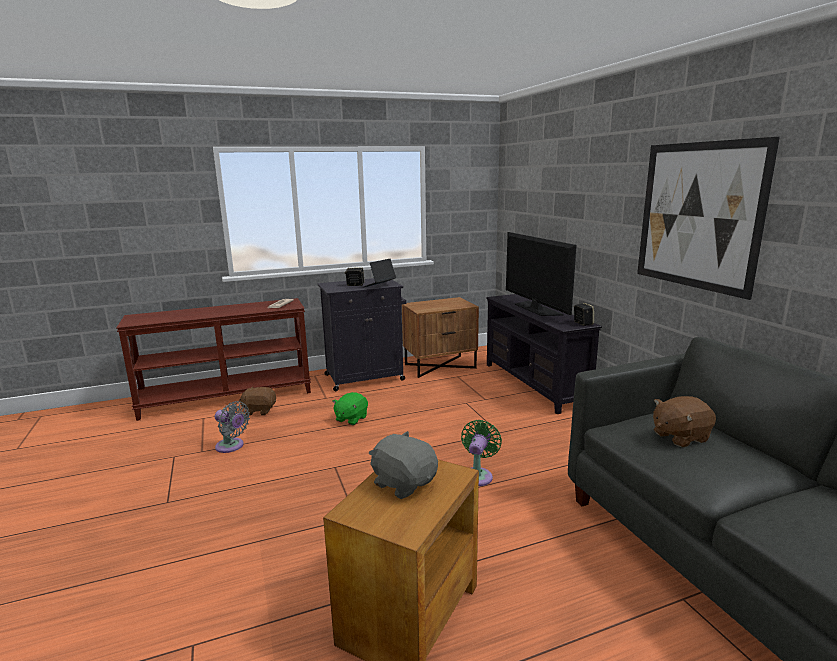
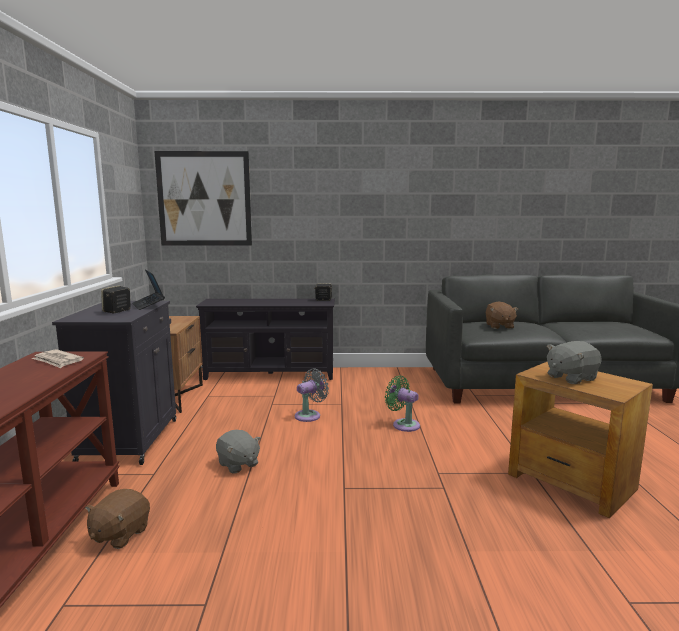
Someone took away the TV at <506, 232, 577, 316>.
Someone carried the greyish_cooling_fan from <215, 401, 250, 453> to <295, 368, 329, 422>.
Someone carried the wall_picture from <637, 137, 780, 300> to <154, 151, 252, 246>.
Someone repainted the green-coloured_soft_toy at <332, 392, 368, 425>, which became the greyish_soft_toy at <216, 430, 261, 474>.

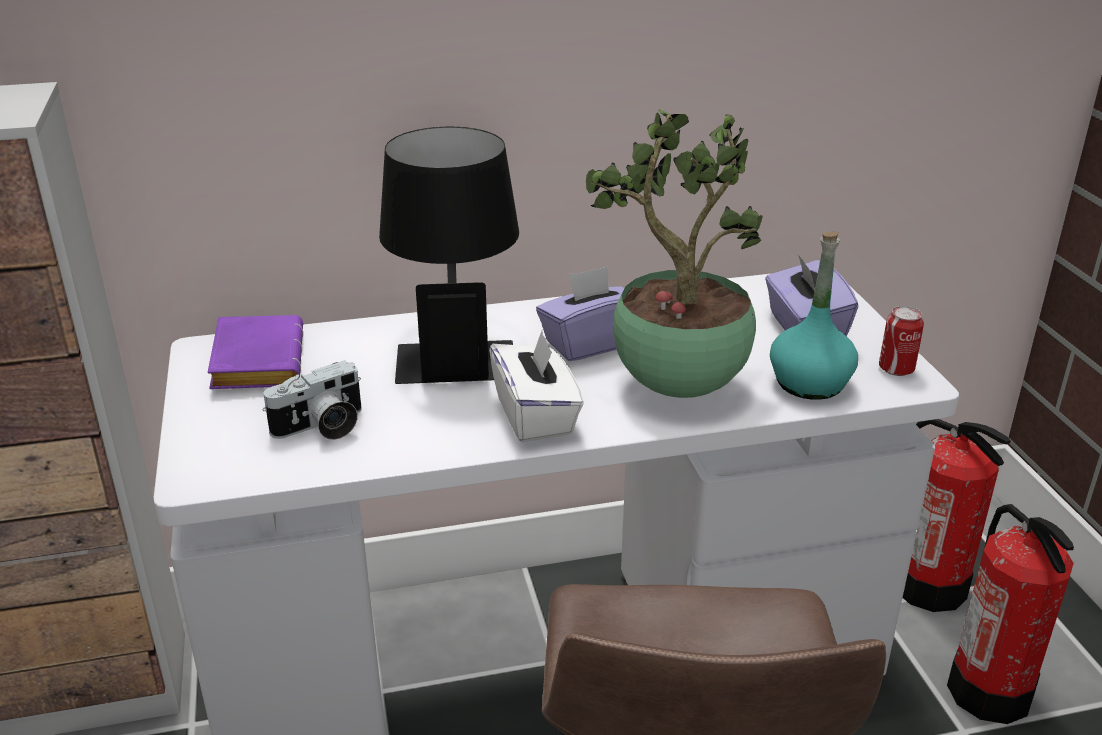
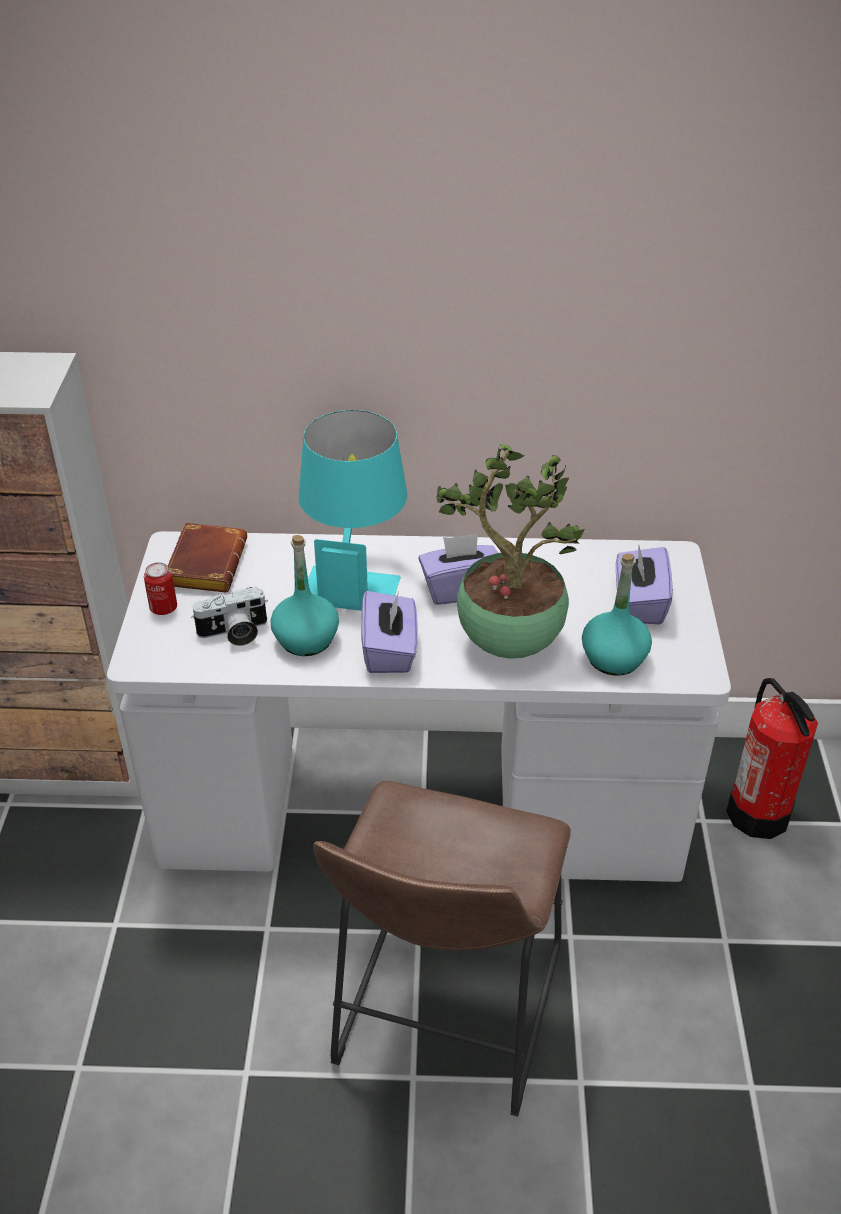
Someone took away the fire_extinguisher at <947, 504, 1074, 724>.
Someone put down the blue-green_bottle at <270, 535, 339, 656>.
Someone carried the metal_can from <879, 306, 924, 376> to <144, 562, 177, 615>.
Someone repainted the purple-coloured_volume at <208, 315, 303, 389>, which became the brown-coloured_volume at <168, 523, 247, 592>.
Someone repainted the blackish_lamp_for_a_table at <379, 127, 519, 384>, which became the blue-green_lamp_for_a_table at <298, 410, 407, 611>.
Someone repainted the whitish_tissue_box at <489, 331, 584, 442>, which became the purple-coloured_tissue_box at <361, 591, 418, 673>.

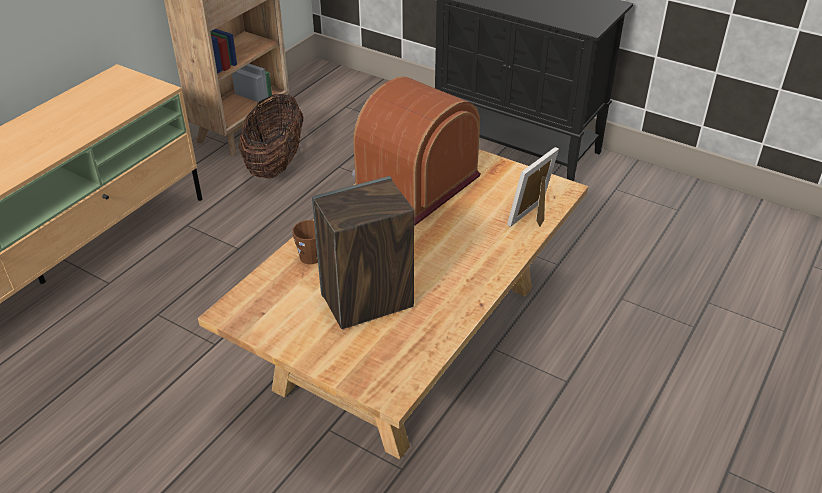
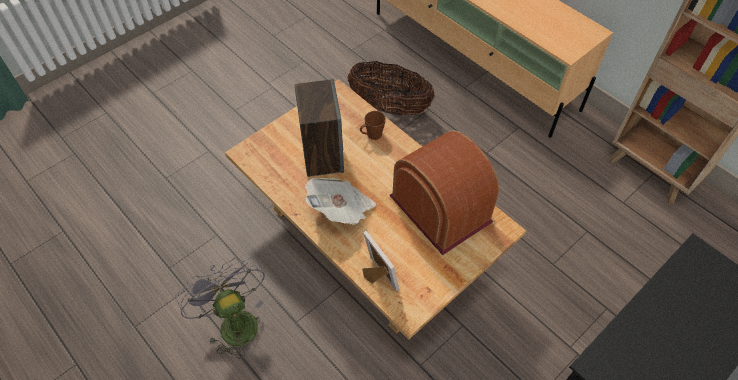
Someone put down the greyish_cooling_fan at <175, 257, 265, 359>.
Someone put down the daily_paper at <305, 177, 376, 225>.
Someone carried the household_basket from <238, 93, 303, 179> to <347, 61, 435, 115>.

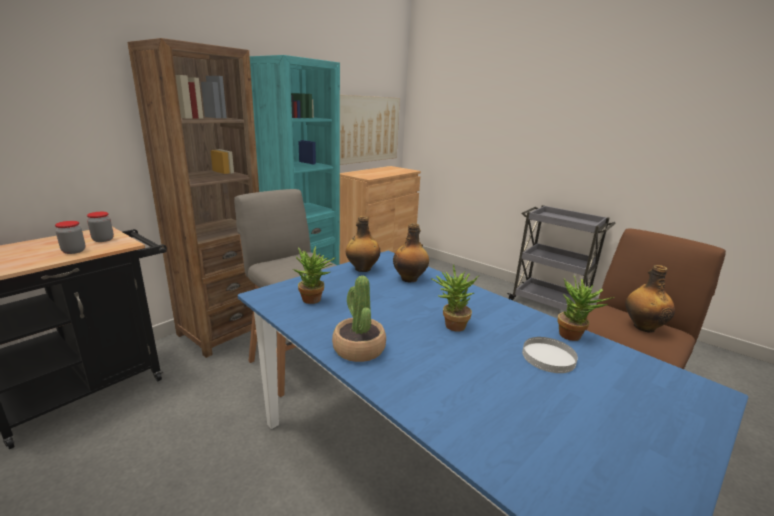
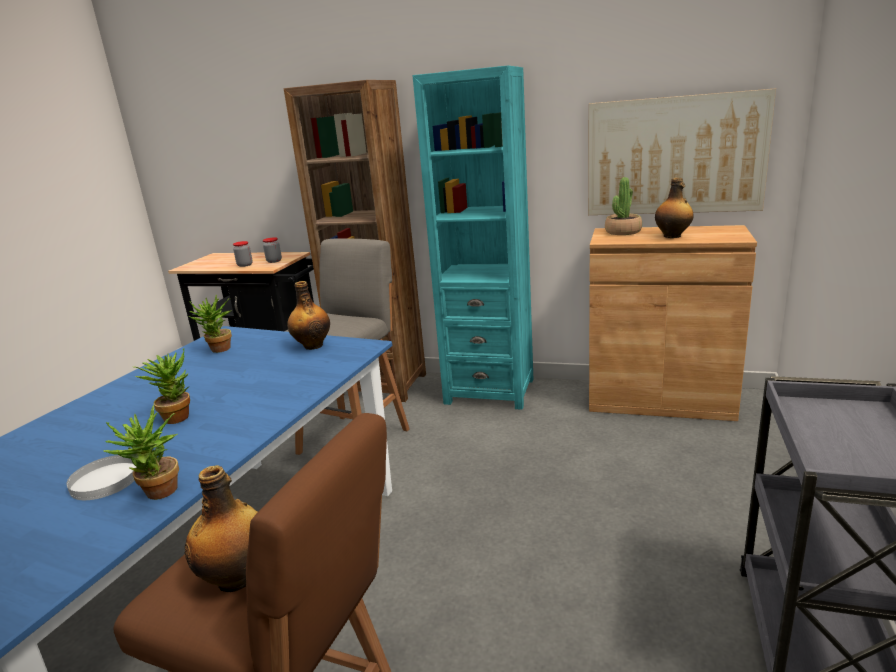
Someone carried the plant_in_a_pot from <332, 276, 386, 362> to <605, 177, 642, 235>.
Someone carried the bottle from <393, 223, 429, 283> to <655, 178, 694, 238>.

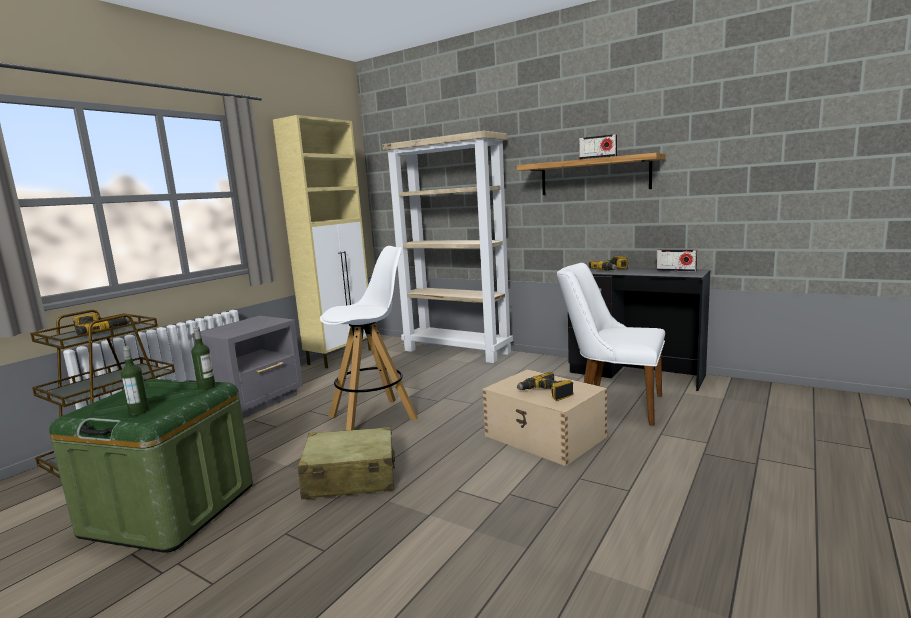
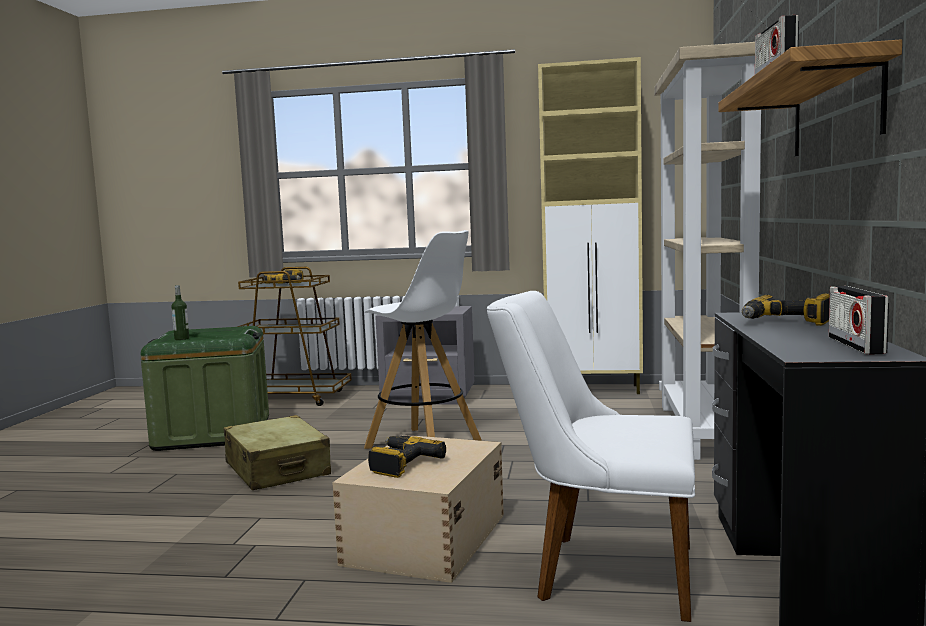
Someone took away the bottle at <191, 327, 215, 390>.
Someone rotated the whitish_plain_chair at <557, 263, 665, 426> by 75 degrees counterclockwise.

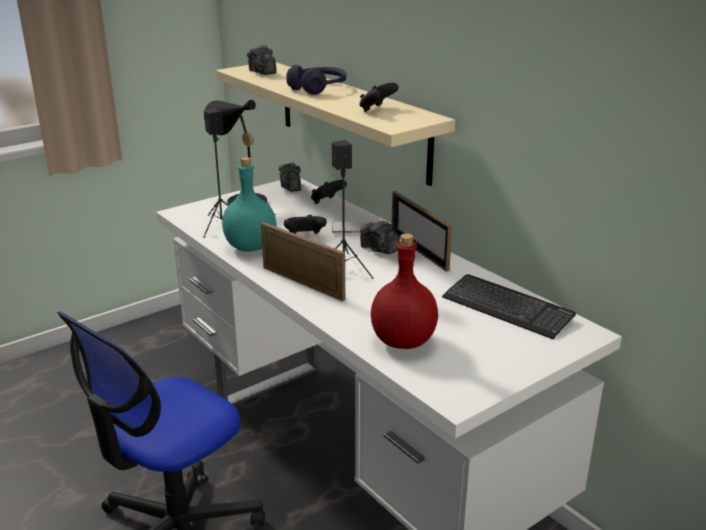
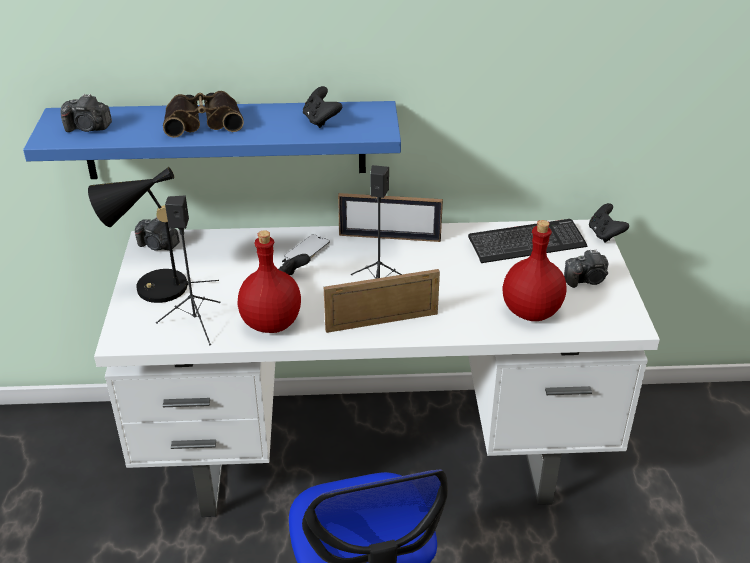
Someone carried the blackish_game_controller from <311, 180, 347, 204> to <589, 203, 629, 243>.
Someone carried the photo_camera from <360, 220, 400, 254> to <564, 249, 609, 288>.
Someone swapped the purple-coloured_pair_of_headphones at <286, 65, 346, 95> for the pair_of_binoculars at <163, 91, 244, 138>.
Someone repainted the beige-coloured_bracket_shelf at <216, 62, 455, 186>, which became the blue_bracket_shelf at <23, 101, 401, 179>.
Someone repainted the blue-green_bottle at <222, 157, 276, 252>, which became the reddish_bottle at <238, 230, 301, 333>.

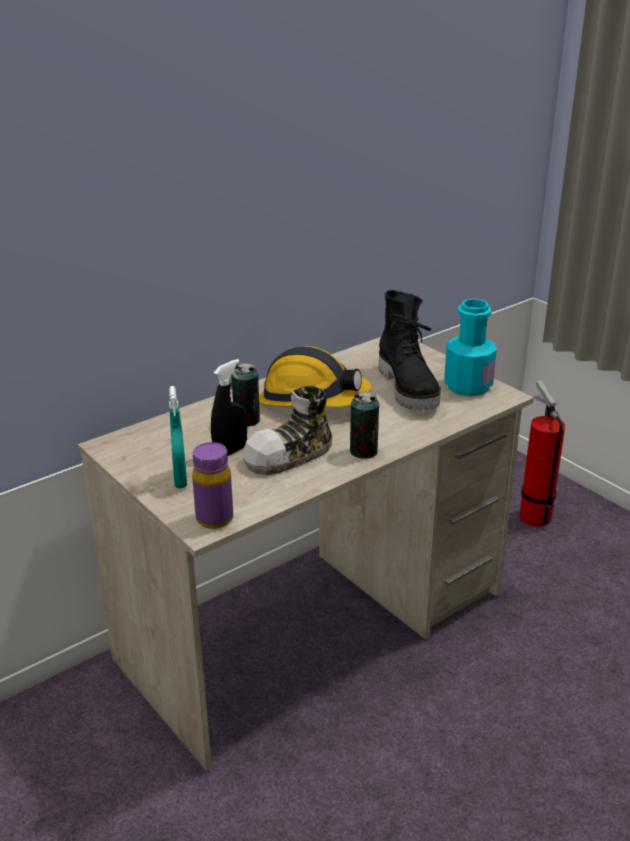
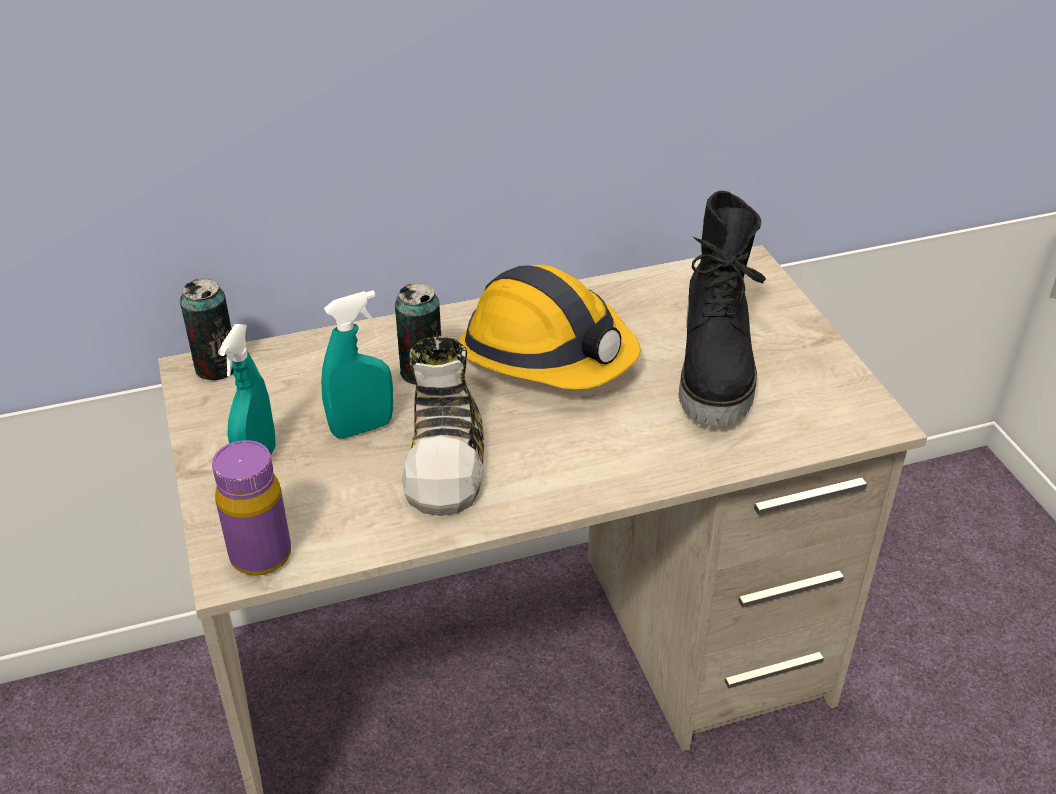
Someone took away the blue-green_bottle at <444, 299, 497, 396>.
Someone took away the fire_extinguisher at <519, 381, 565, 526>.
Someone carried the metal_can from <350, 391, 379, 459> to <180, 278, 233, 380>.
Someone repainted the blackish_spray_bottle at <211, 359, 247, 456>, which became the blue-green_spray_bottle at <321, 290, 393, 439>.
Someone rotated the shoe at <242, 386, 333, 475> by 75 degrees counterclockwise.

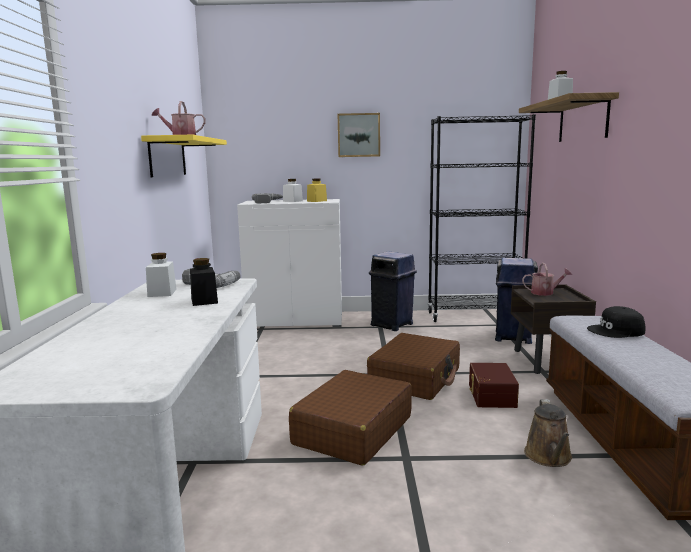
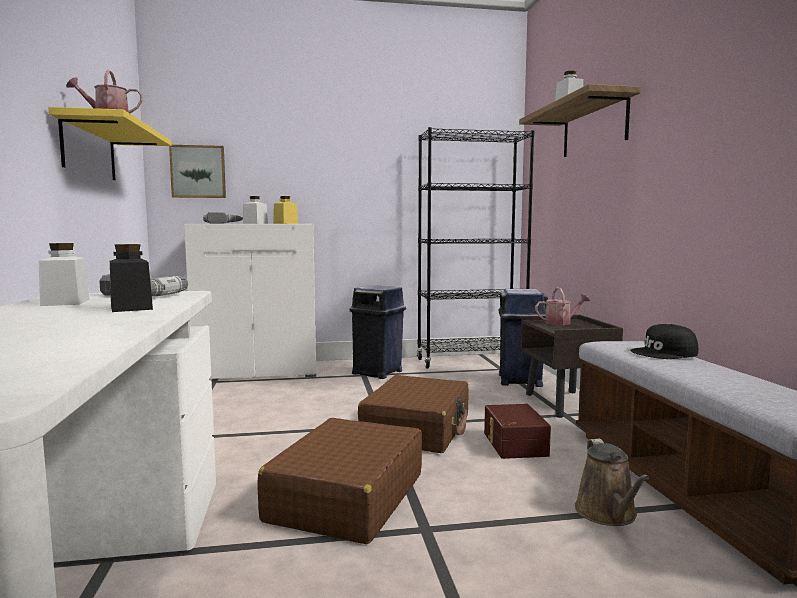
Someone carried the wall_picture from <338, 113, 380, 157> to <169, 145, 226, 198>.

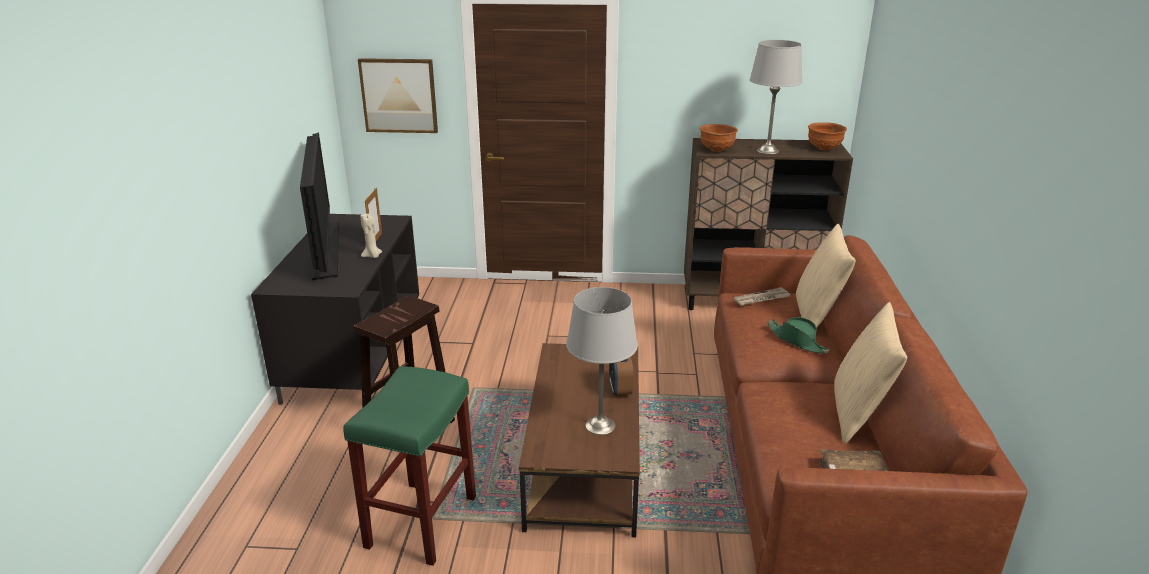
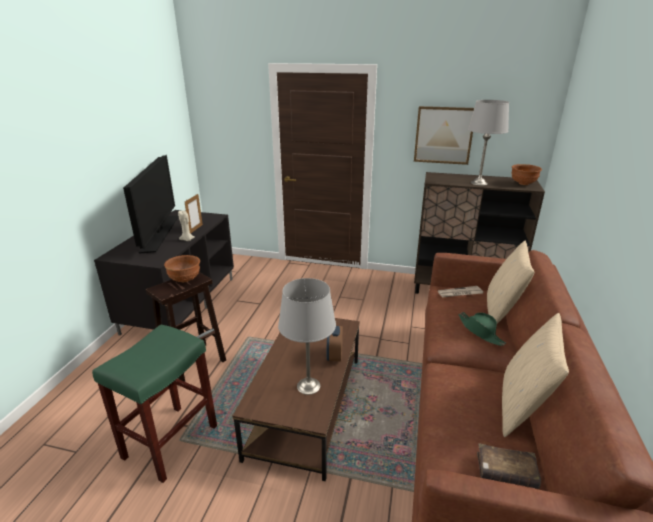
Someone carried the wall_picture from <358, 58, 438, 133> to <414, 106, 474, 165>.
Someone carried the brown-coloured_serving_bowl from <700, 124, 738, 152> to <164, 255, 200, 282>.

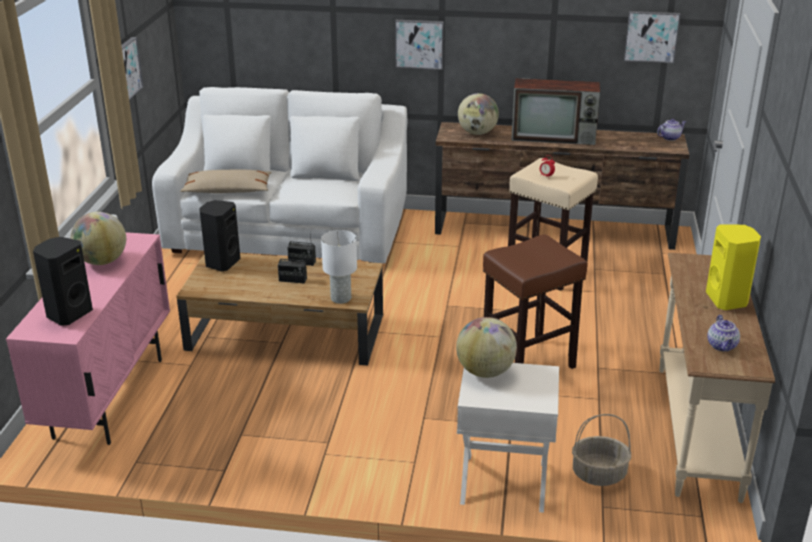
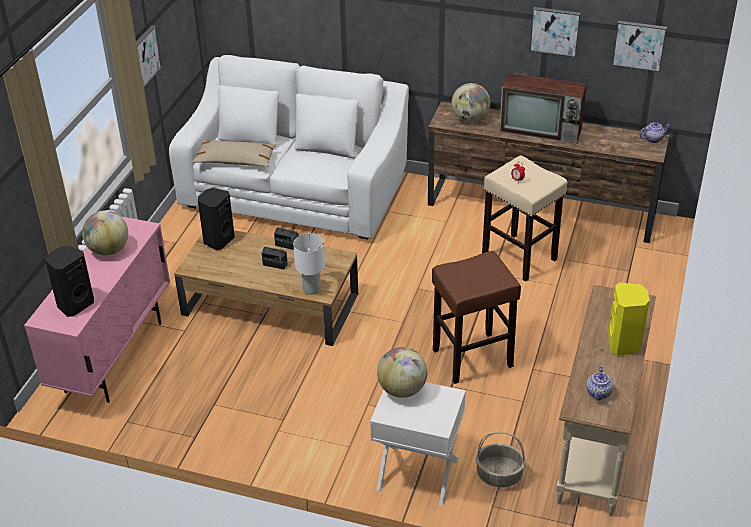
Someone carried the wall_picture from <395, 20, 444, 70> to <530, 7, 581, 58>.

